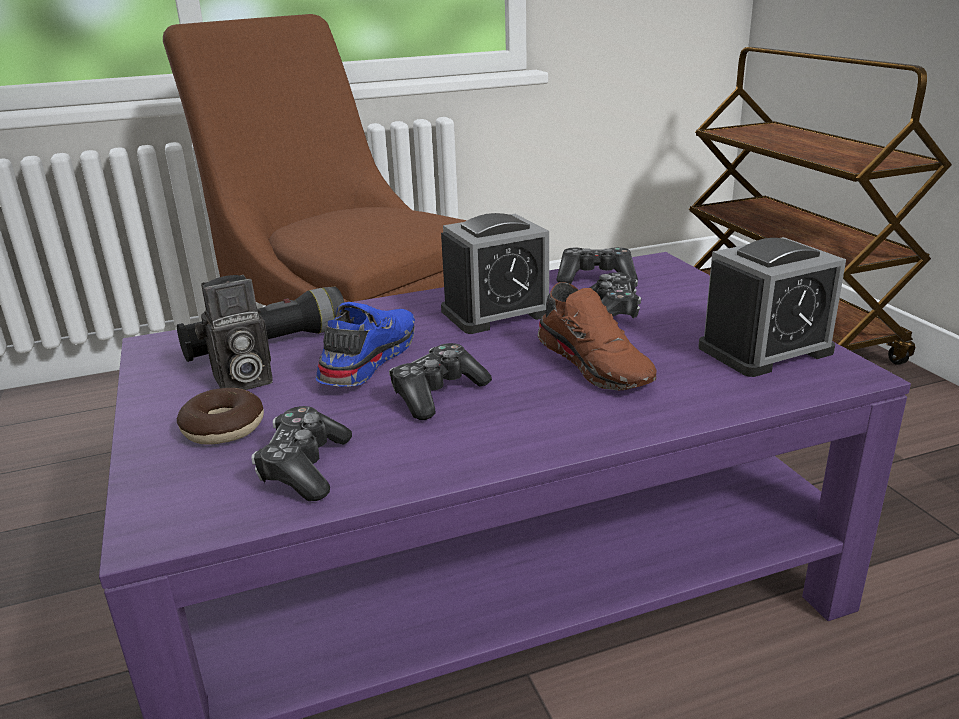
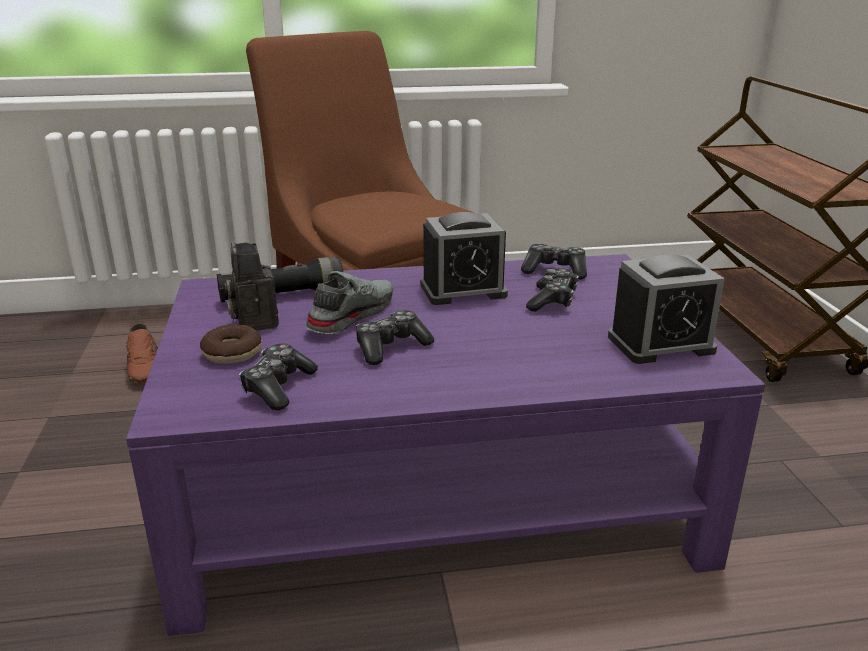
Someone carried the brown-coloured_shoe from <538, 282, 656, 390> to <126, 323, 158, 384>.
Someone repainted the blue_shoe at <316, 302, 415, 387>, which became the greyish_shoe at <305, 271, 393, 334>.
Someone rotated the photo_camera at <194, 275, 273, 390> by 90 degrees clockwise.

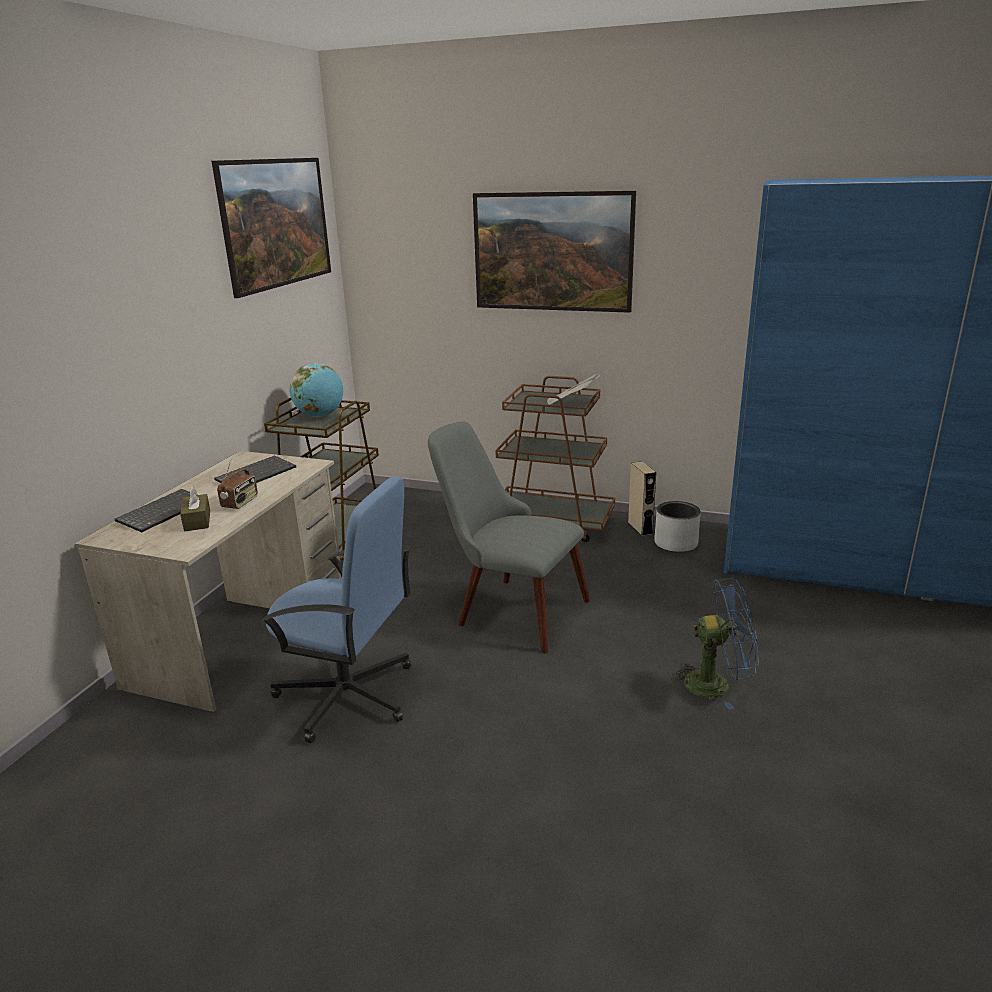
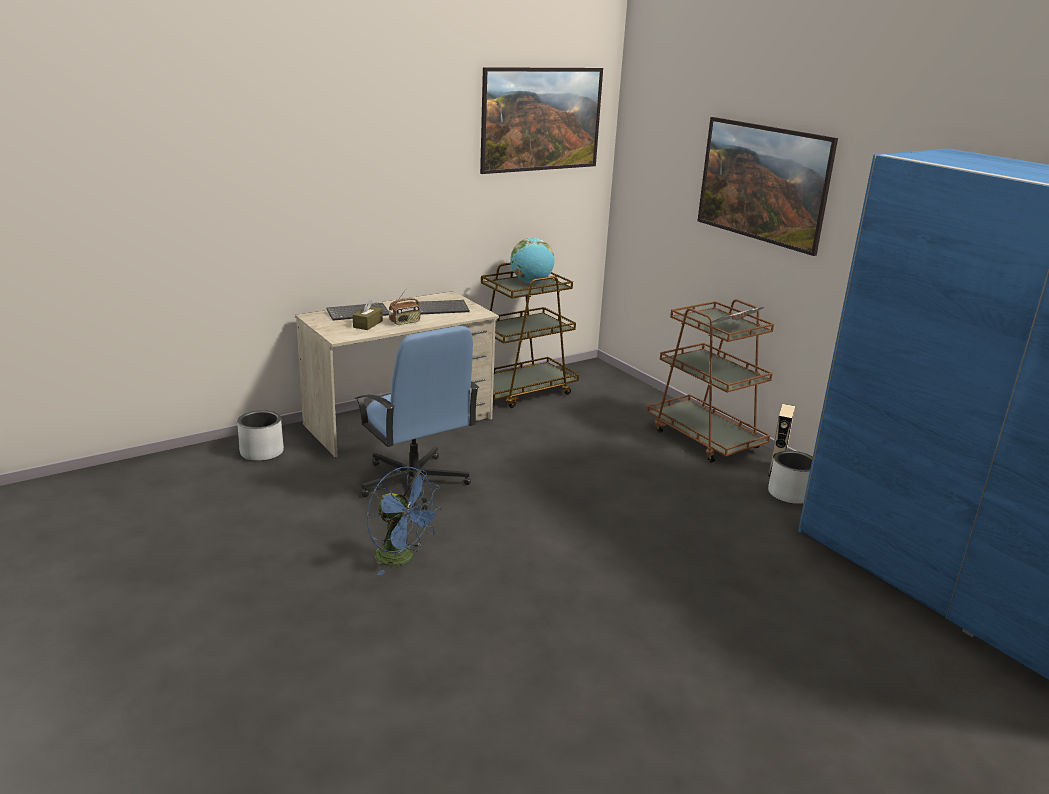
Someone took away the greyish_plain_chair at <428, 422, 590, 653>.
Someone put down the greyish_plant_pot at <237, 410, 284, 461>.
Someone carried the blue_cooling_fan from <670, 578, 759, 710> to <366, 466, 442, 576>.

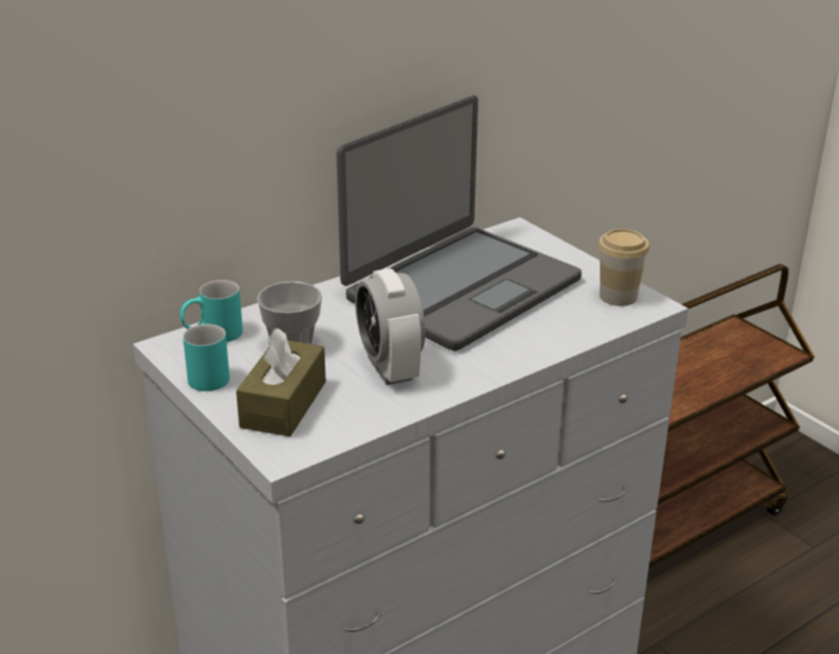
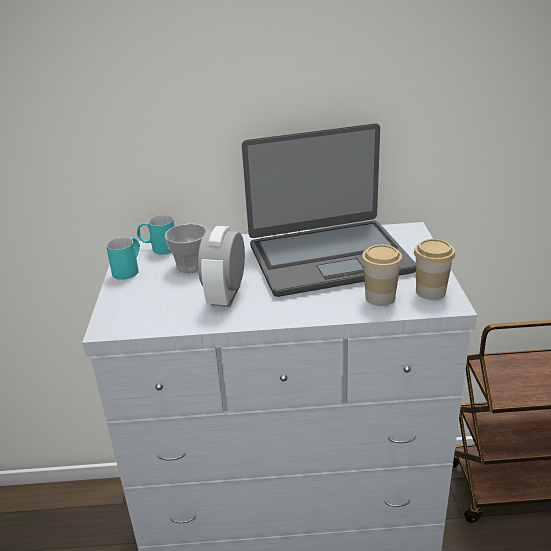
Someone took away the brown-coloured_tissue_box at <236, 328, 326, 437>.
Someone put down the drinking_cup at <361, 245, 403, 306>.

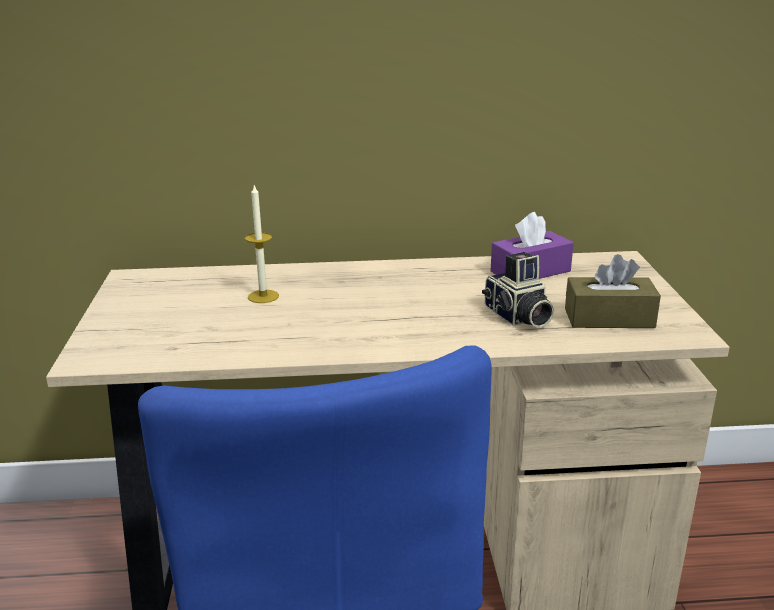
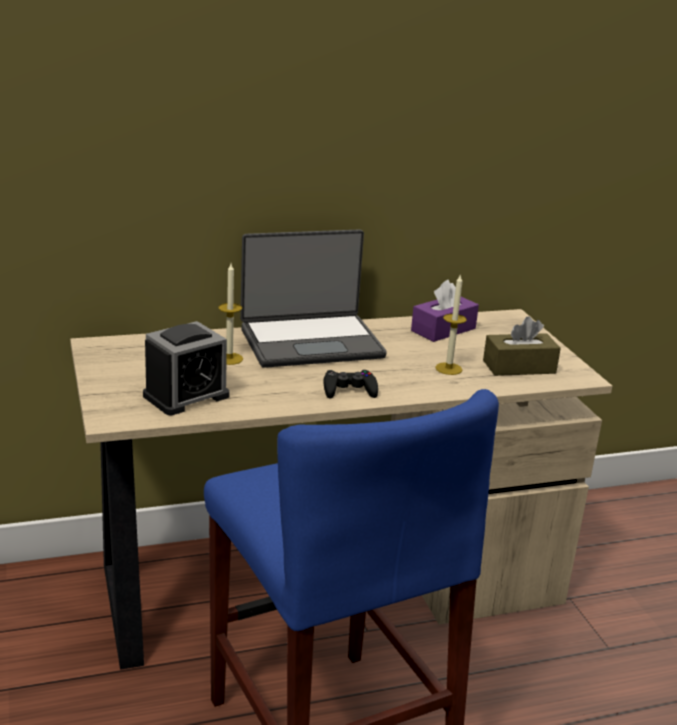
Someone put down the bedside_clock at <143, 321, 230, 415>.
Someone put down the notebook_computer at <240, 229, 387, 368>.
Someone put down the blackish_game_controller at <323, 370, 378, 398>.
Someone swapped the photo_camera at <482, 252, 555, 328> for the wax_candle at <435, 274, 467, 375>.

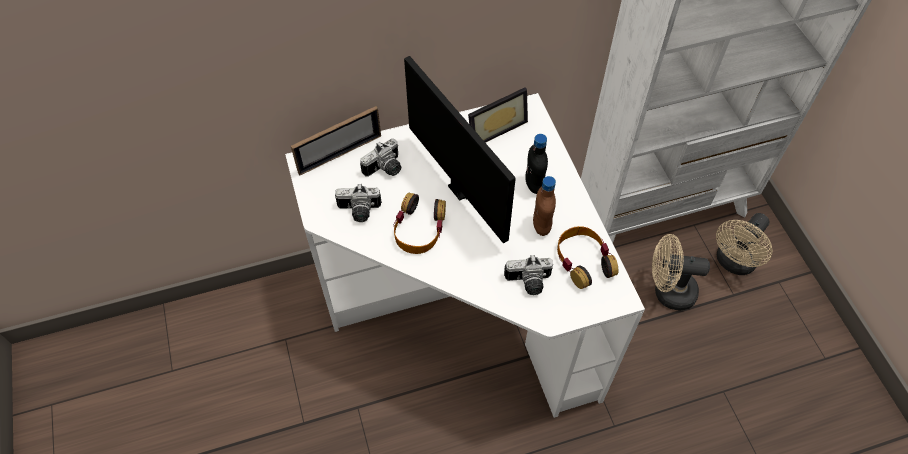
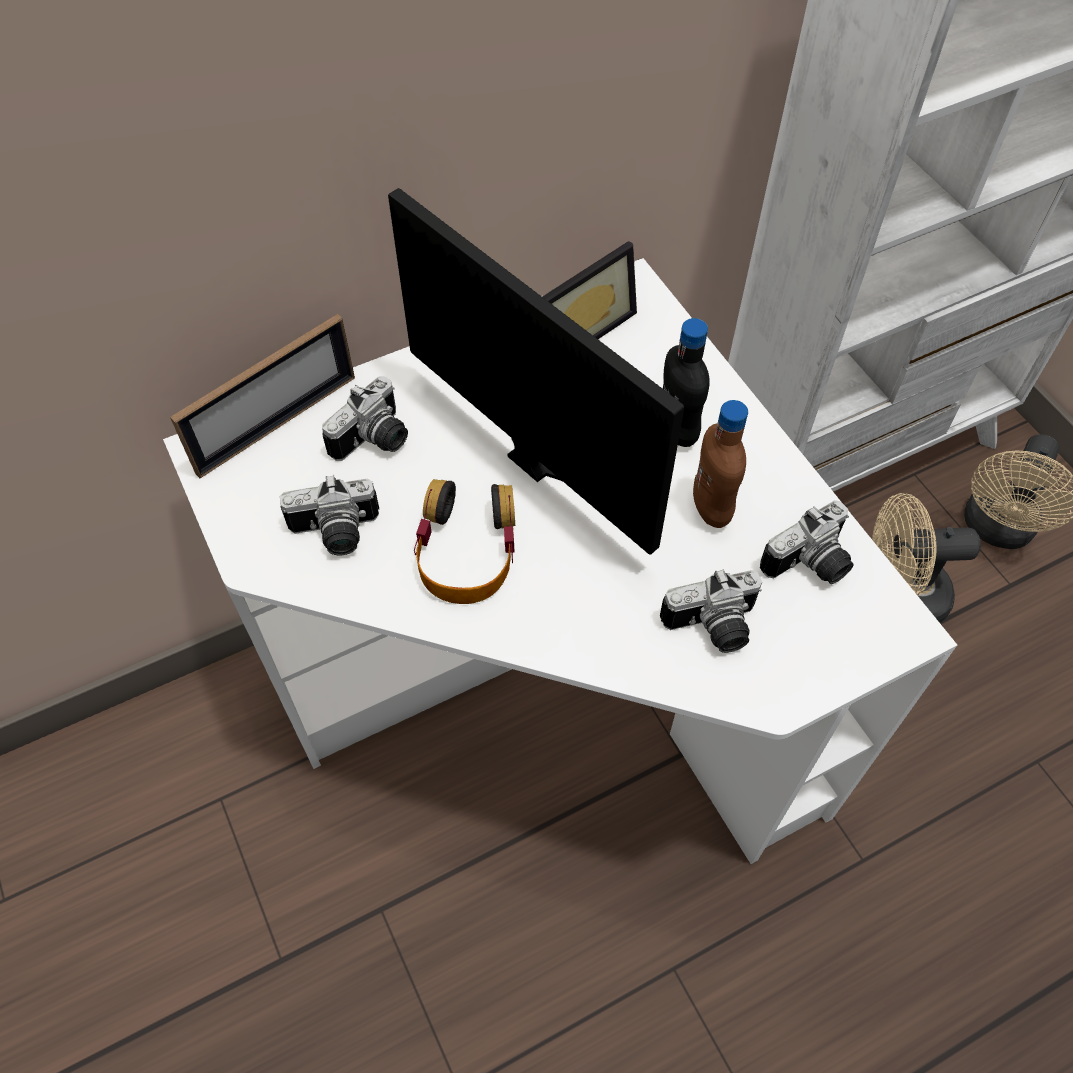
Someone swapped the pair_of_headphones at <557, 226, 618, 289> for the photo_camera at <760, 500, 854, 584>.

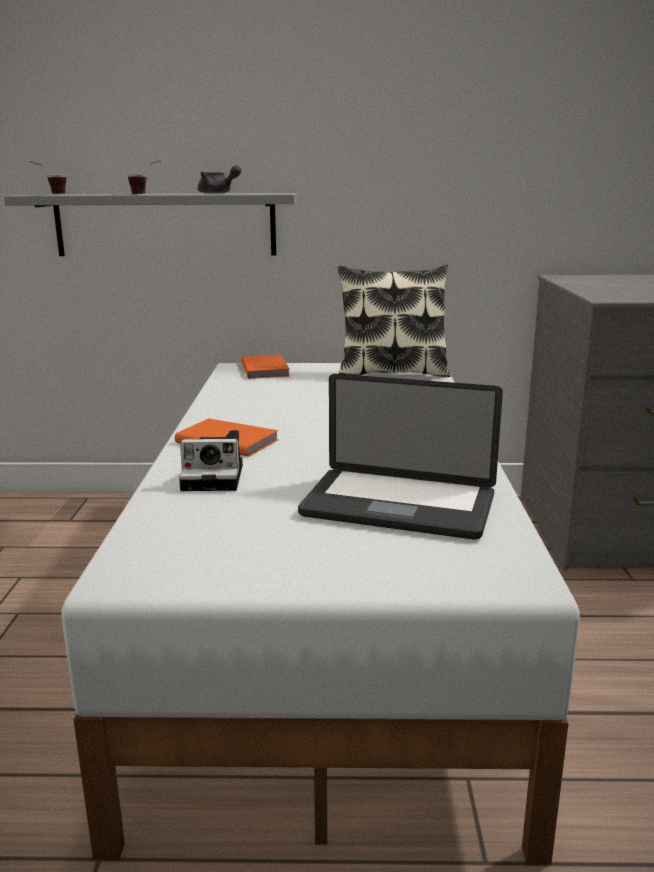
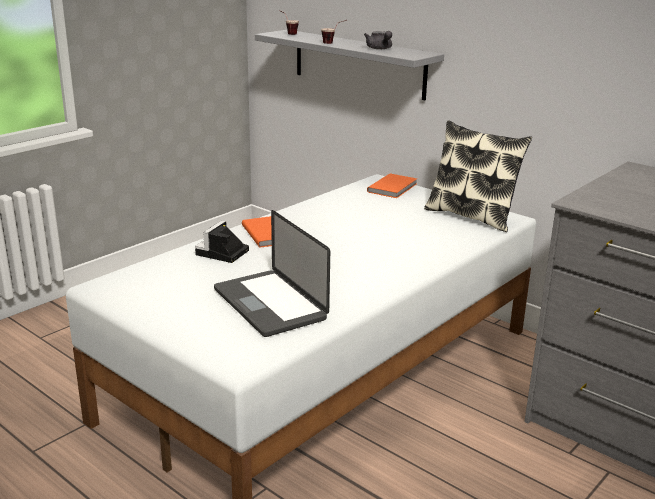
Someone rotated the photo_camera at <179, 430, 243, 491> by 75 degrees clockwise.

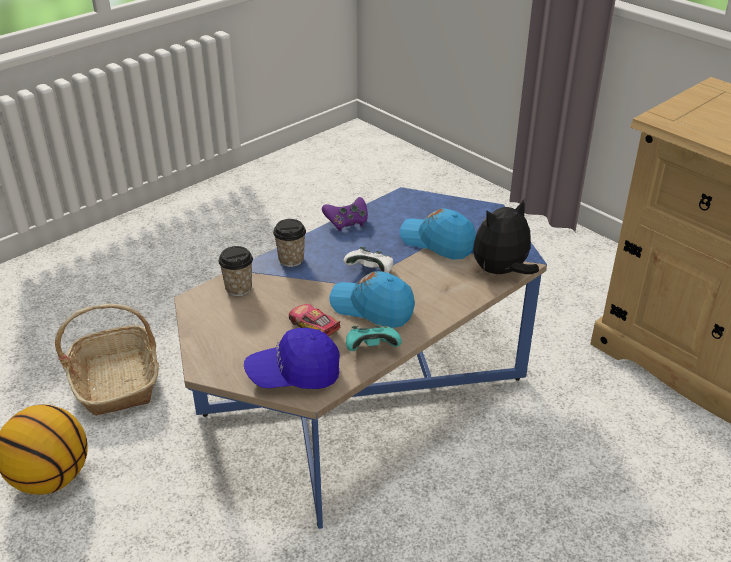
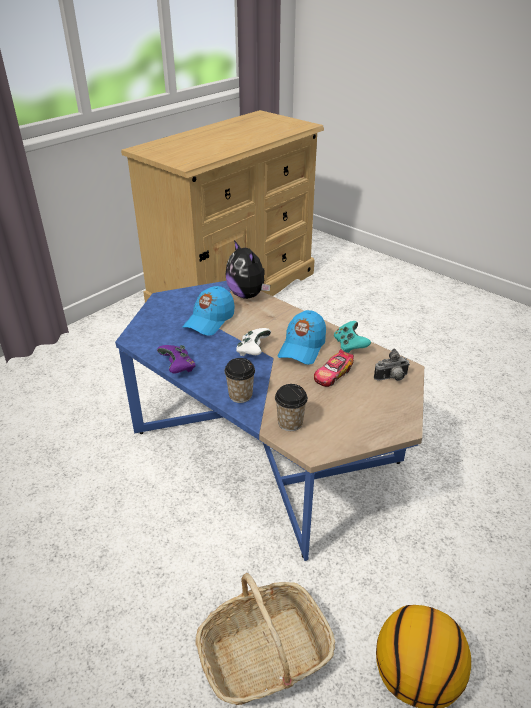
Someone swapped the blue_peaked_cap at <244, 328, 340, 389> for the photo_camera at <374, 348, 410, 381>.

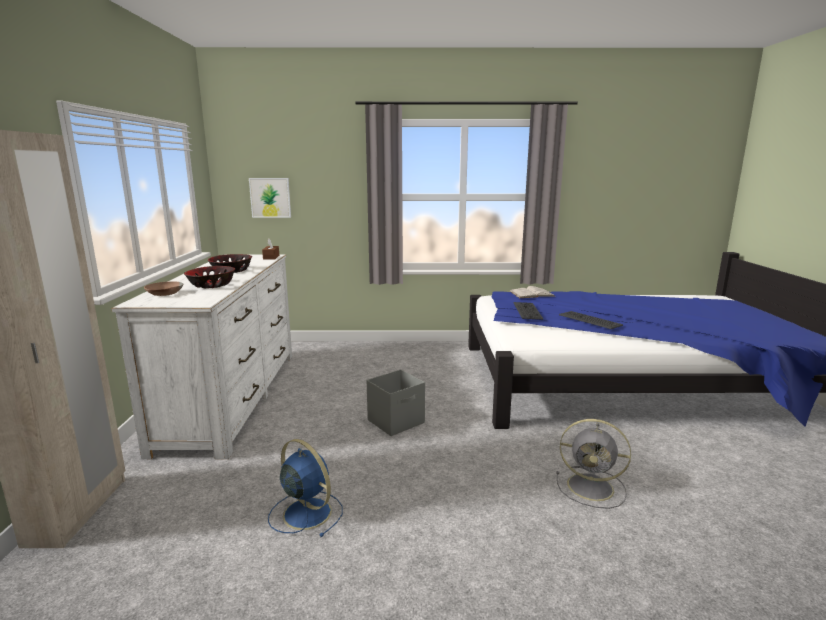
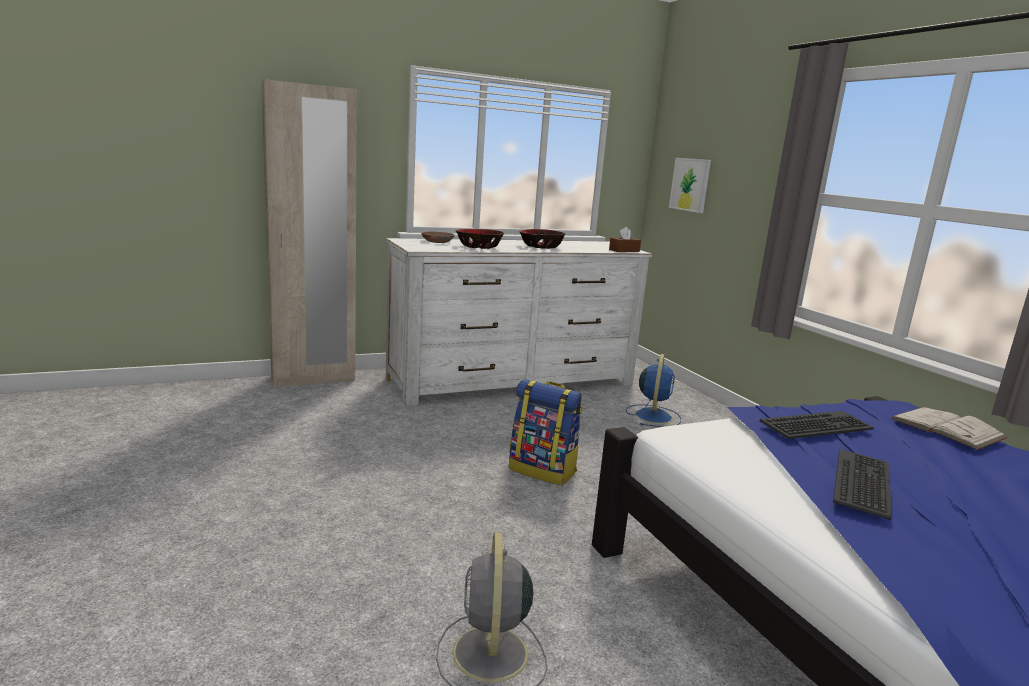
Someone carried the blue_cooling_fan from <268, 439, 343, 537> to <626, 354, 681, 427>.
Someone swapped the greyish_storage_bin at <367, 370, 425, 436> for the backpack at <509, 379, 582, 485>.

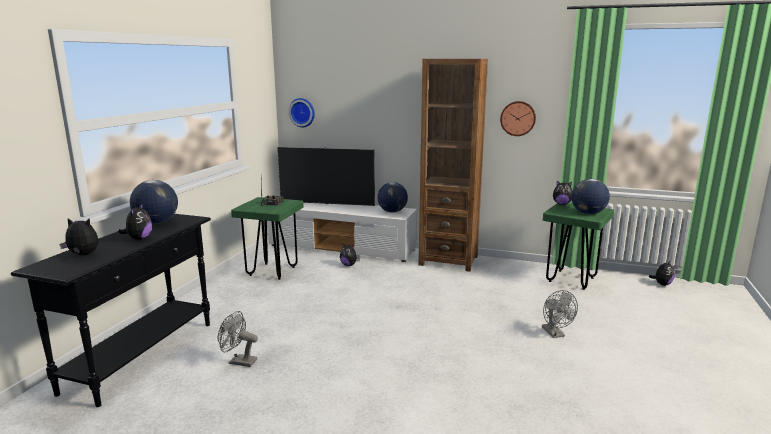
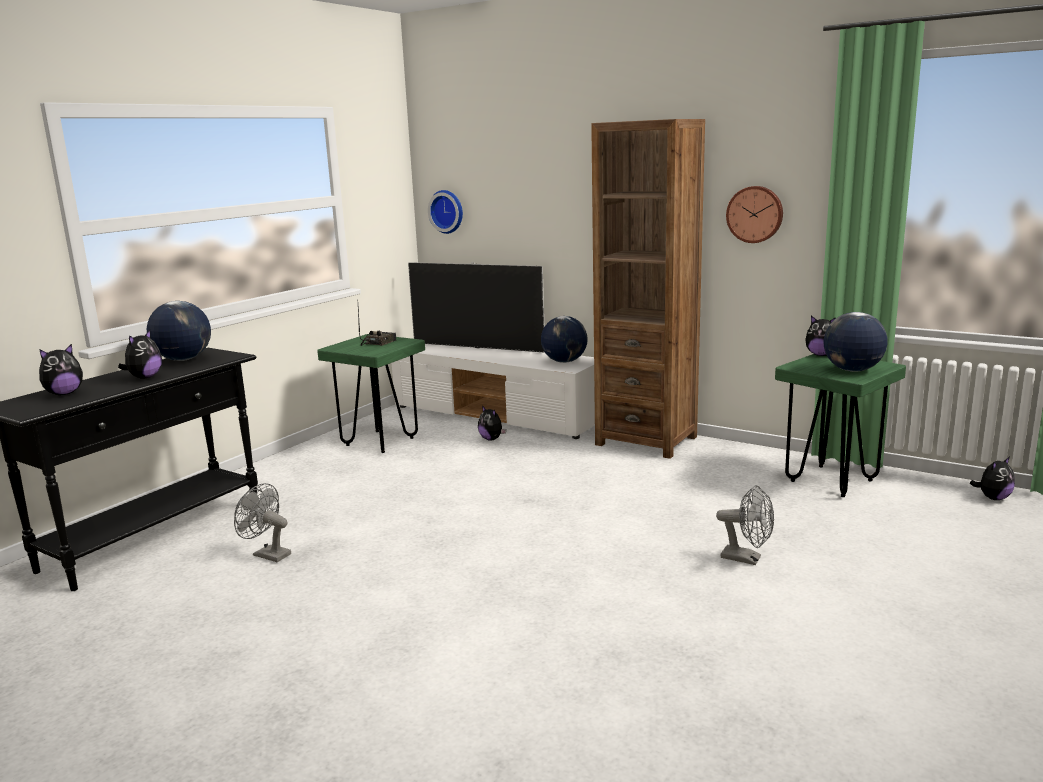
Someone rotated the soft_toy at <59, 218, 98, 255> by 120 degrees clockwise.
Someone rotated the greyish_cooling_fan at <542, 290, 578, 338> by 60 degrees counterclockwise.

